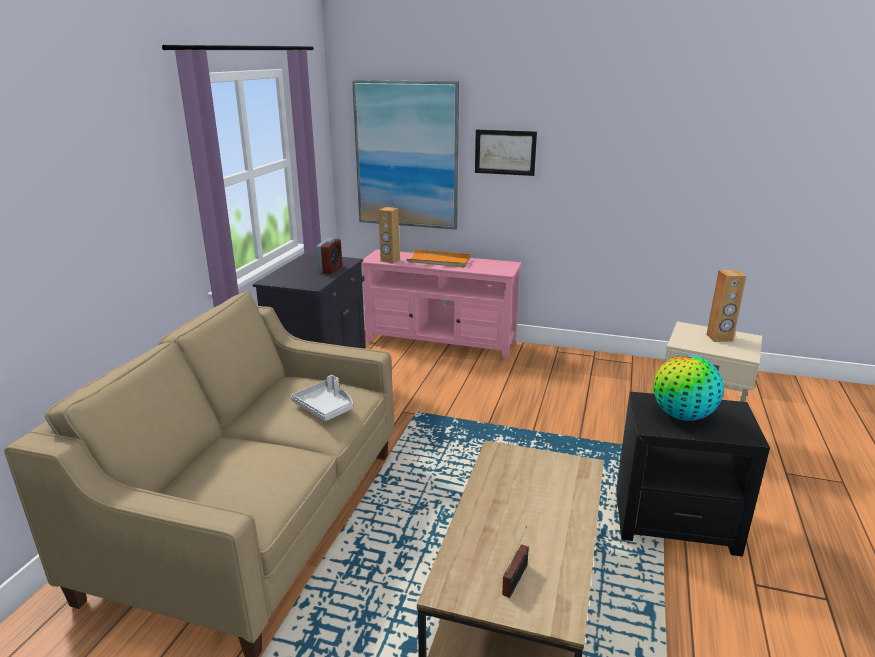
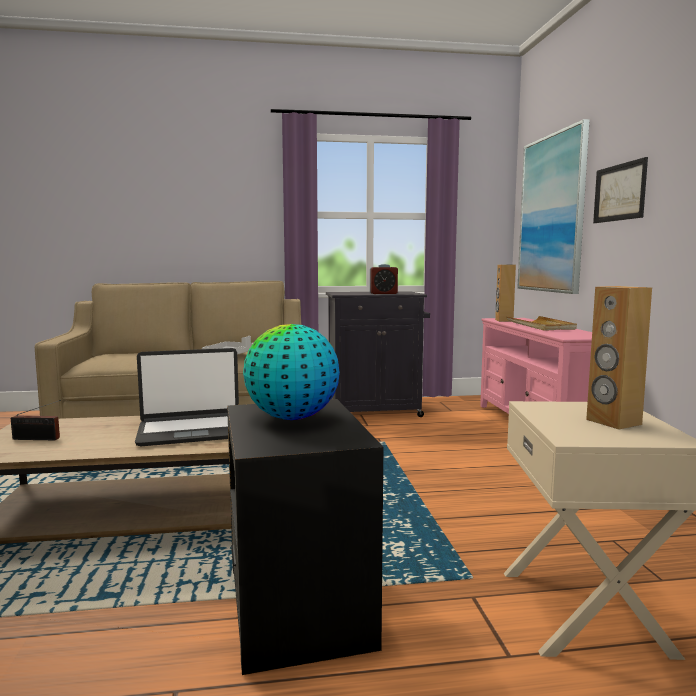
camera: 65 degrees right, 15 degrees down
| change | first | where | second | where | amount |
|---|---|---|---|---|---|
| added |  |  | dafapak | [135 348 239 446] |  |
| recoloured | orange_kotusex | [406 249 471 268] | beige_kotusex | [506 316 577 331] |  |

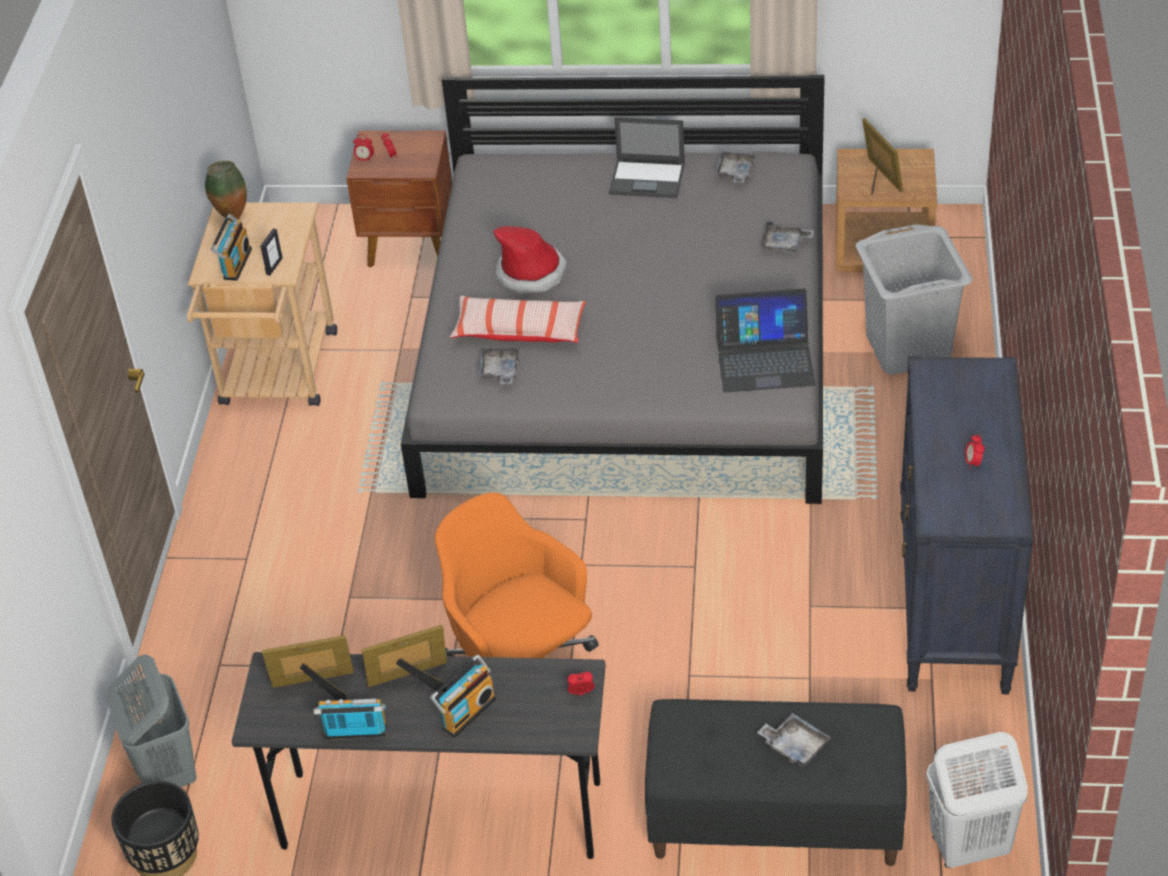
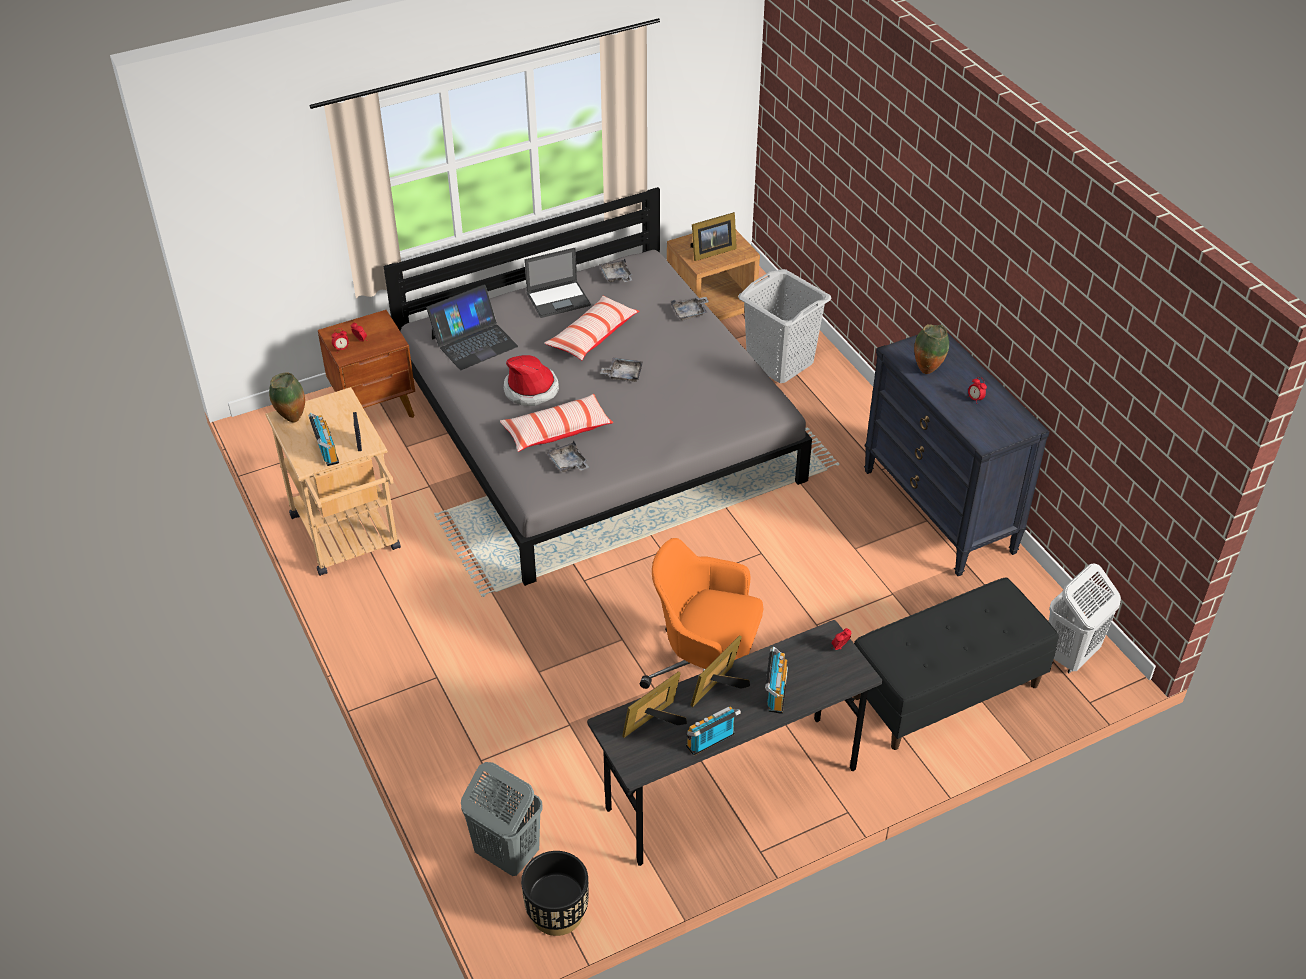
camera: 35 degrees left, 0 degrees up
| change | first | where | second | where | amount |
|---|---|---|---|---|---|
| added |  |  | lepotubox | [544 296 639 360] |  |
| added |  |  | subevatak | [914 324 949 374] |  |
| moved | dafapak | [715 288 816 393] |  | [426 285 518 370] |  |
| moved | grey_kotusex | [757 713 831 767] |  | [600 358 643 382] |  |
| turned | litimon | [862 118 903 194] |  | [690 212 737 261] | 120 degrees clockwise |

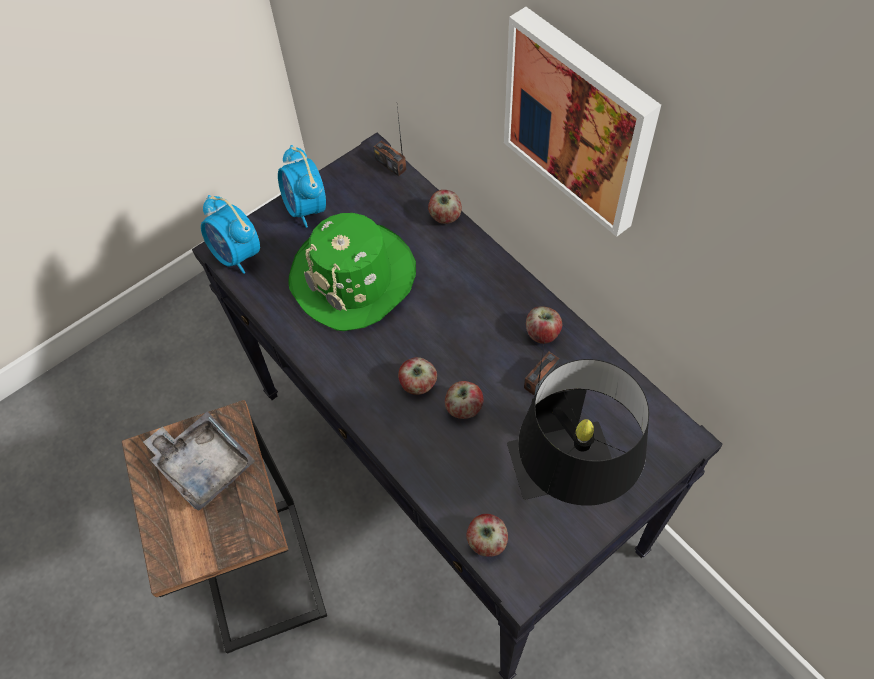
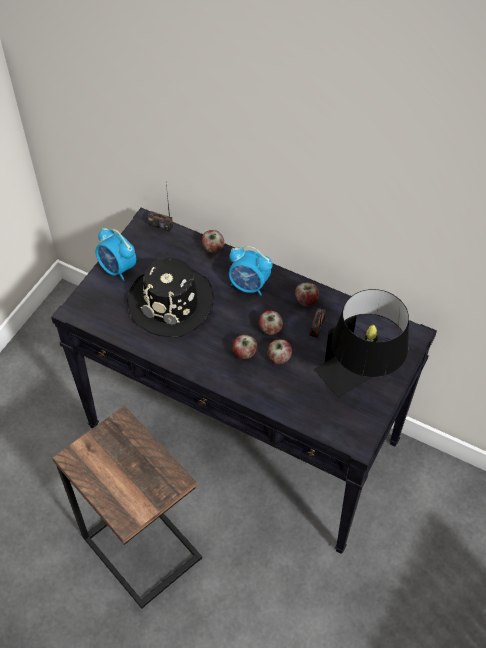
camera: 25 degrees left, 5 degrees down
| change | first | where | second | where | amount |
|---|---|---|---|---|---|
| removed | grey_kotusex | [143 412 255 511] |  |  |  |
| removed | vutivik | [504 7 661 237] |  |  |  |
| moved | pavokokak | [201 195 260 274] |  | [229 246 273 295] |  |
| moved | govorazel | [466 514 508 557] |  | [259 311 283 335] |  |
| recoloured | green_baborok | [289 213 416 331] | black_baborok | [127 258 214 337] |  |

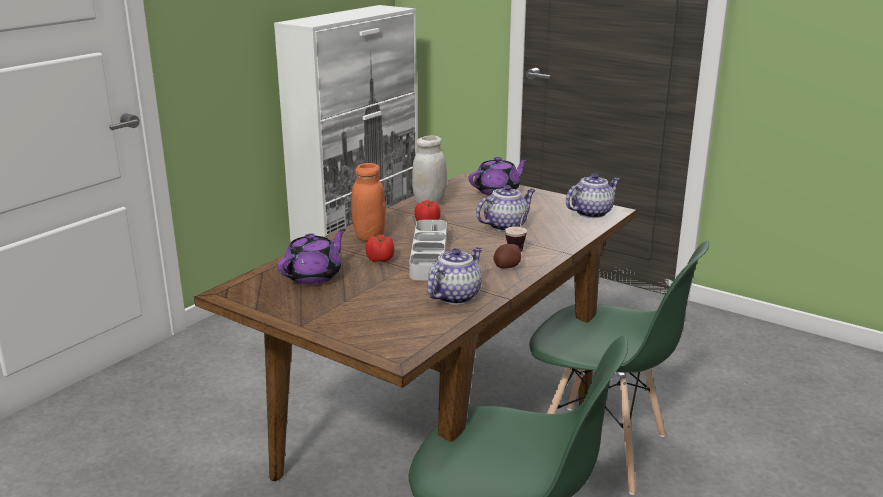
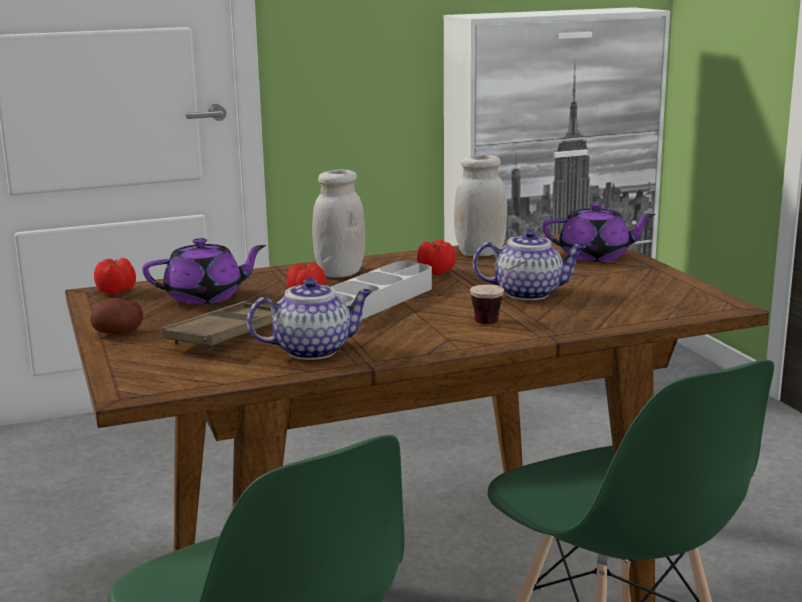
camera: 35 degrees right, 5 degrees down
| change | first | where | second | where | amount |
|---|---|---|---|---|---|
| removed | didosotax | [566 173 620 218] |  |  |  |
| added |  |  | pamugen | [94 258 136 294] |  |
| added |  |  | brown_kotusex | [162 301 272 350] |  |
| moved | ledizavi | [494 244 521 269] |  | [90 298 143 334] |  |
| recoloured | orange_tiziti | [351 163 386 241] | white_tiziti | [312 169 365 277] |  |

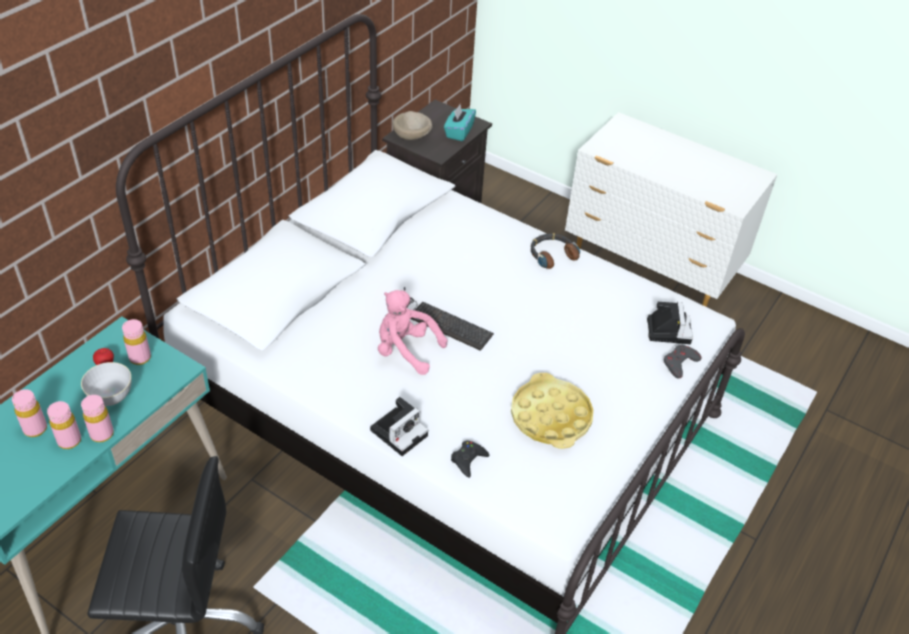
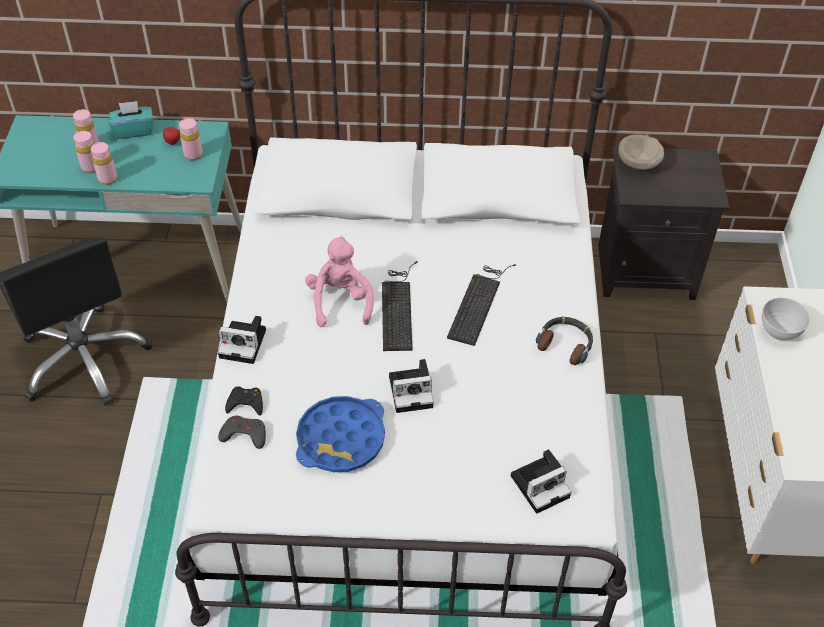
camera: 60 degrees right, 5 degrees up
| change | first | where | second | where | amount |
|---|---|---|---|---|---|
| added |  |  | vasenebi | [389 359 434 413] |  |
| added |  |  | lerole | [447 264 516 346] |  |
| moved | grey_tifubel | [81 362 131 406] |  | [762 297 810 340] |  |
| moved | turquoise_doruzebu | [444 105 476 141] |  | [109 101 153 139] |  |
| moved | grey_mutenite | [664 345 702 379] |  | [218 416 266 449] |  |
| recoloured | yellow_kotusex | [511 373 593 449] | blue_kotusex | [296 396 385 472] |  |

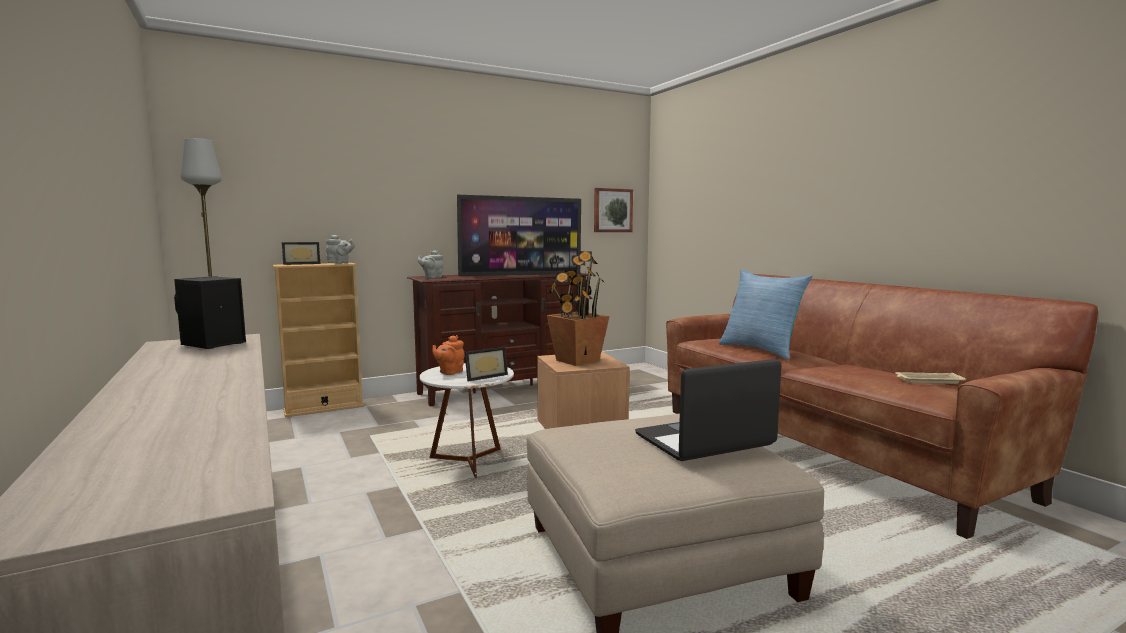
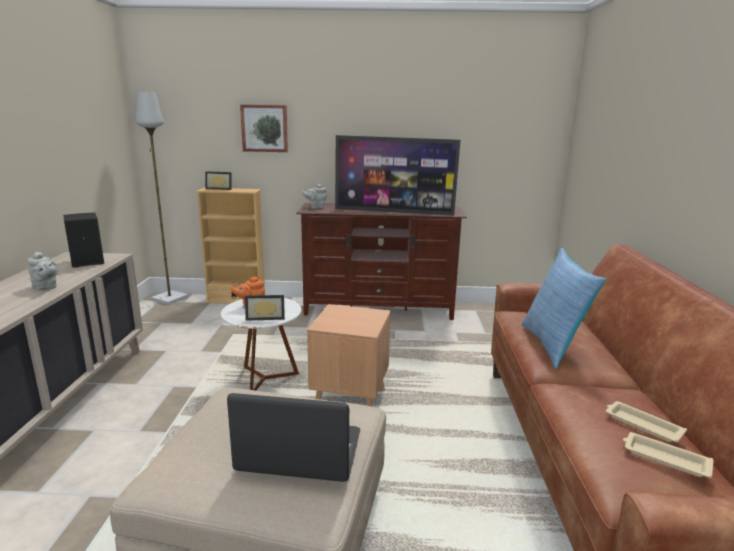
camera: 30 degrees right, 10 degrees up
| change | first | where | second | where | amount |
|---|---|---|---|---|---|
| removed | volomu | [546 251 610 366] |  |  |  |
| added |  |  | beige_kotusex | [606 401 687 442] |  |
| moved | grey_didosotax | [326 235 355 263] |  | [28 252 58 290] |  |
| moved | vutivik | [594 188 633 232] |  | [240 104 288 152] |  |

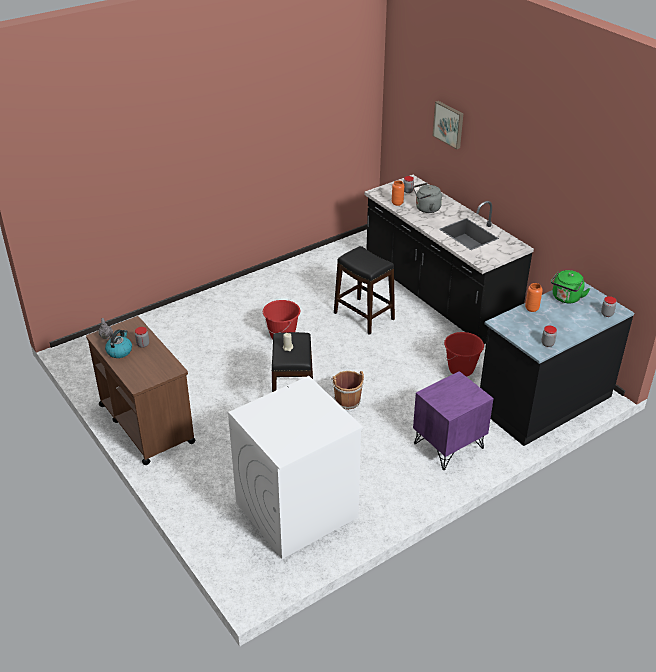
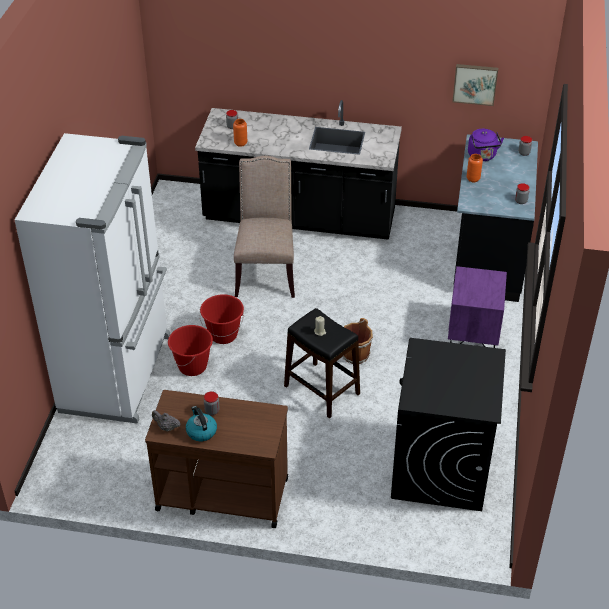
camera: 45 degrees left, 5 degrees up
| change | first | where | second | where | amount |
|---|---|---|---|---|---|
| removed | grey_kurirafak | [413 183 442 213] |  |  |  |
| added |  |  | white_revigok | [15 133 170 424] |  |
| moved | vutivik | [433 101 463 149] |  | [452 64 498 106] |  |
| moved | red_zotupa | [444 332 484 377] |  | [168 325 213 376] |  |
| replaced | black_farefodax | [334 246 395 335] | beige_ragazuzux | [234 156 295 298] |  |
| recoloured | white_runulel | [228 376 363 559] | black_runulel | [391 338 506 511] |  |
| recoloured | green_kurirafak | [551 270 590 303] | purple_kurirafak | [468 129 504 161] |  |

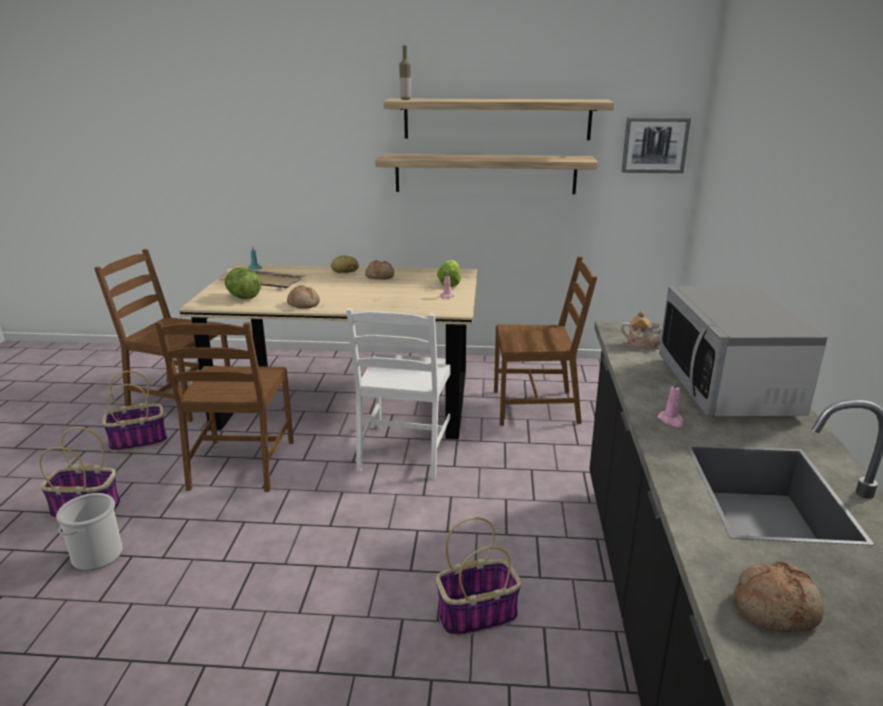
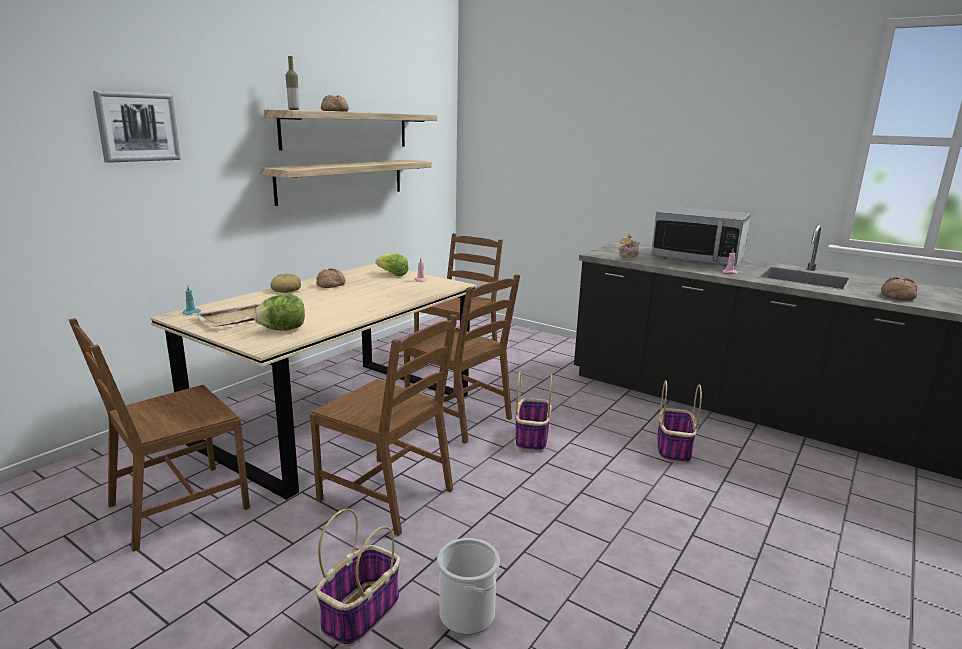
camera: 60 degrees left, 5 degrees down
| change | first | where | second | where | amount |
|---|---|---|---|---|---|
| moved | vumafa | [102 371 167 452] |  | [515 371 553 452] |  |
| moved | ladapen | [287 285 320 309] |  | [321 95 349 112] |  |
| moved | vutivik | [621 117 691 173] |  | [93 91 181 163] |  |
| recoloured | white_ragazuzux | [346 308 451 479] | brown_ragazuzux | [404 274 520 444] |  |

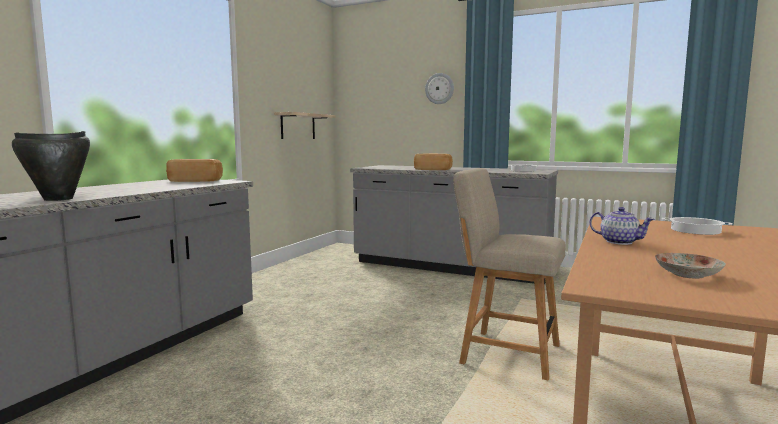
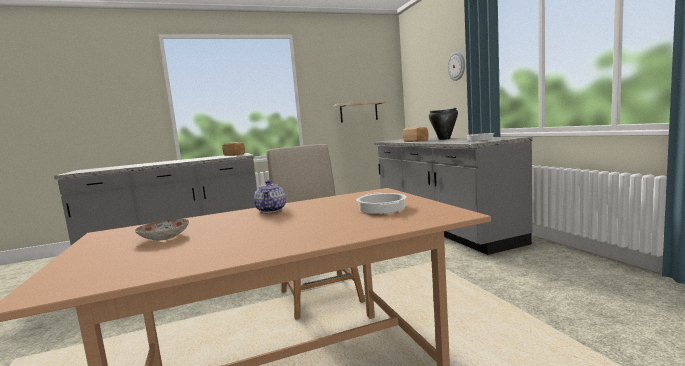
camera: 45 degrees right, 0 degrees up
| change | first | where | second | where | amount |
|---|---|---|---|---|---|
| moved | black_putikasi | [12 131 90 201] |  | [429 108 458 140] |  |

